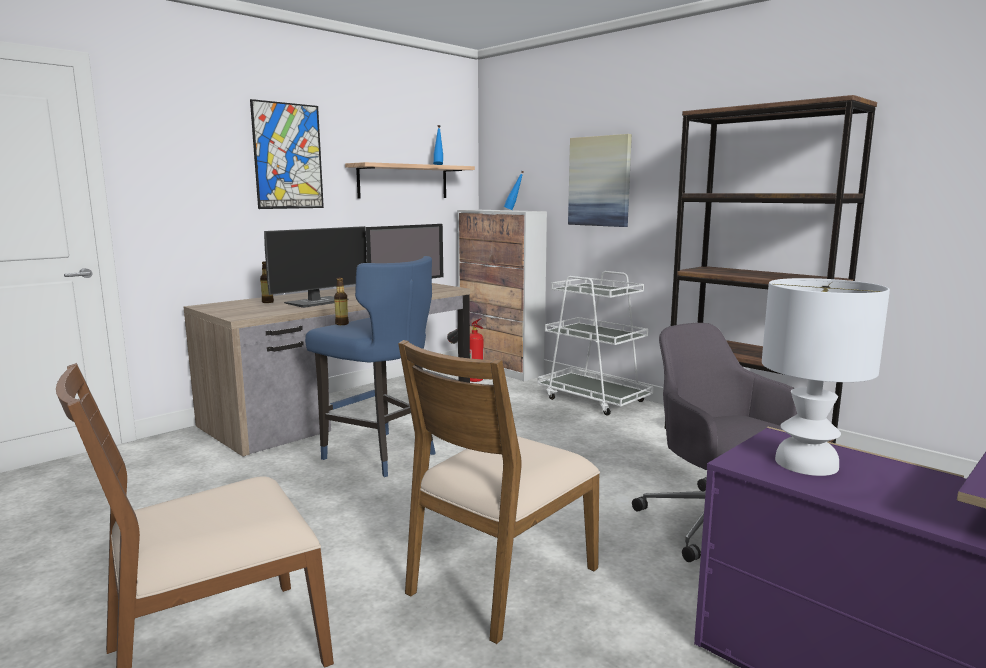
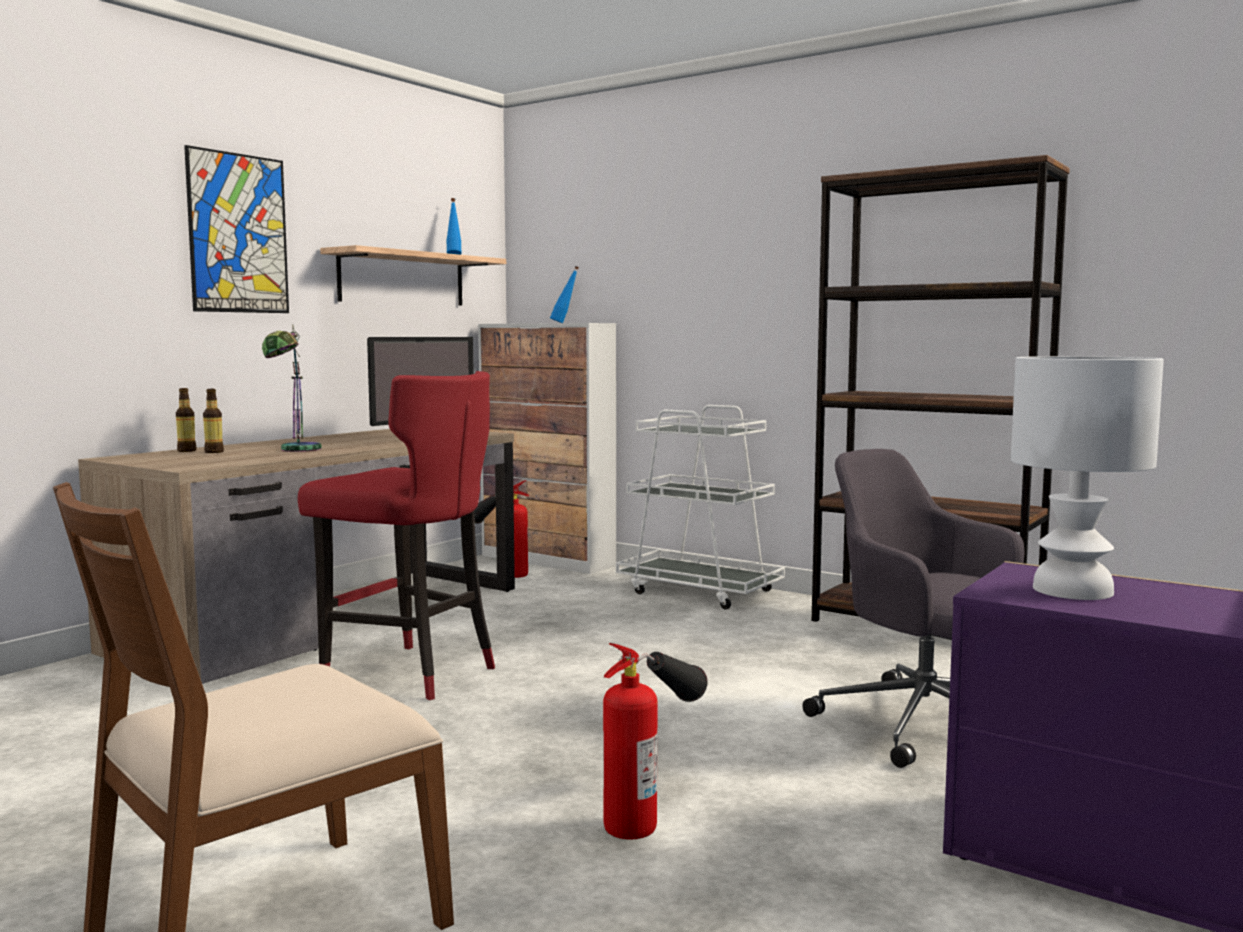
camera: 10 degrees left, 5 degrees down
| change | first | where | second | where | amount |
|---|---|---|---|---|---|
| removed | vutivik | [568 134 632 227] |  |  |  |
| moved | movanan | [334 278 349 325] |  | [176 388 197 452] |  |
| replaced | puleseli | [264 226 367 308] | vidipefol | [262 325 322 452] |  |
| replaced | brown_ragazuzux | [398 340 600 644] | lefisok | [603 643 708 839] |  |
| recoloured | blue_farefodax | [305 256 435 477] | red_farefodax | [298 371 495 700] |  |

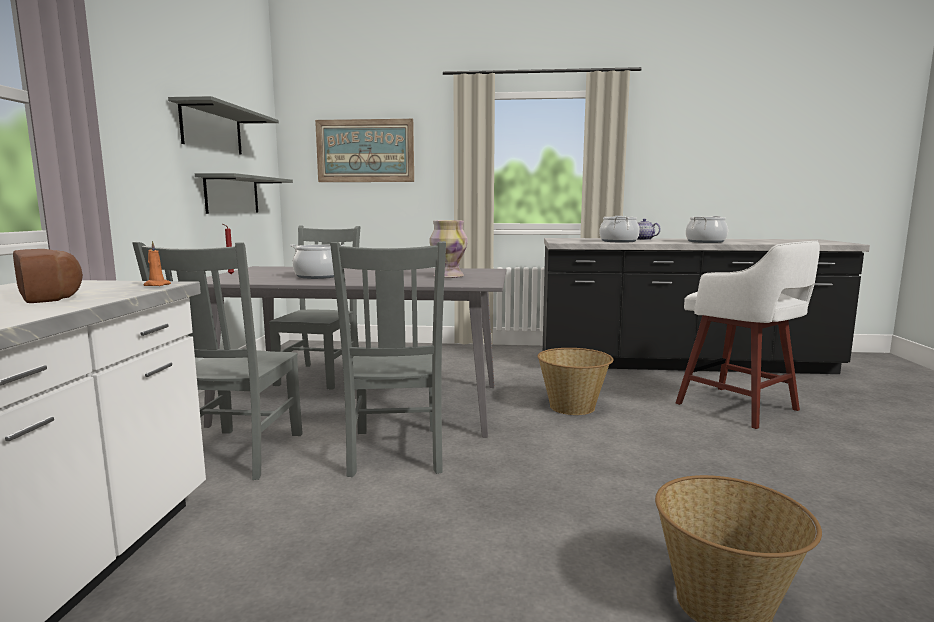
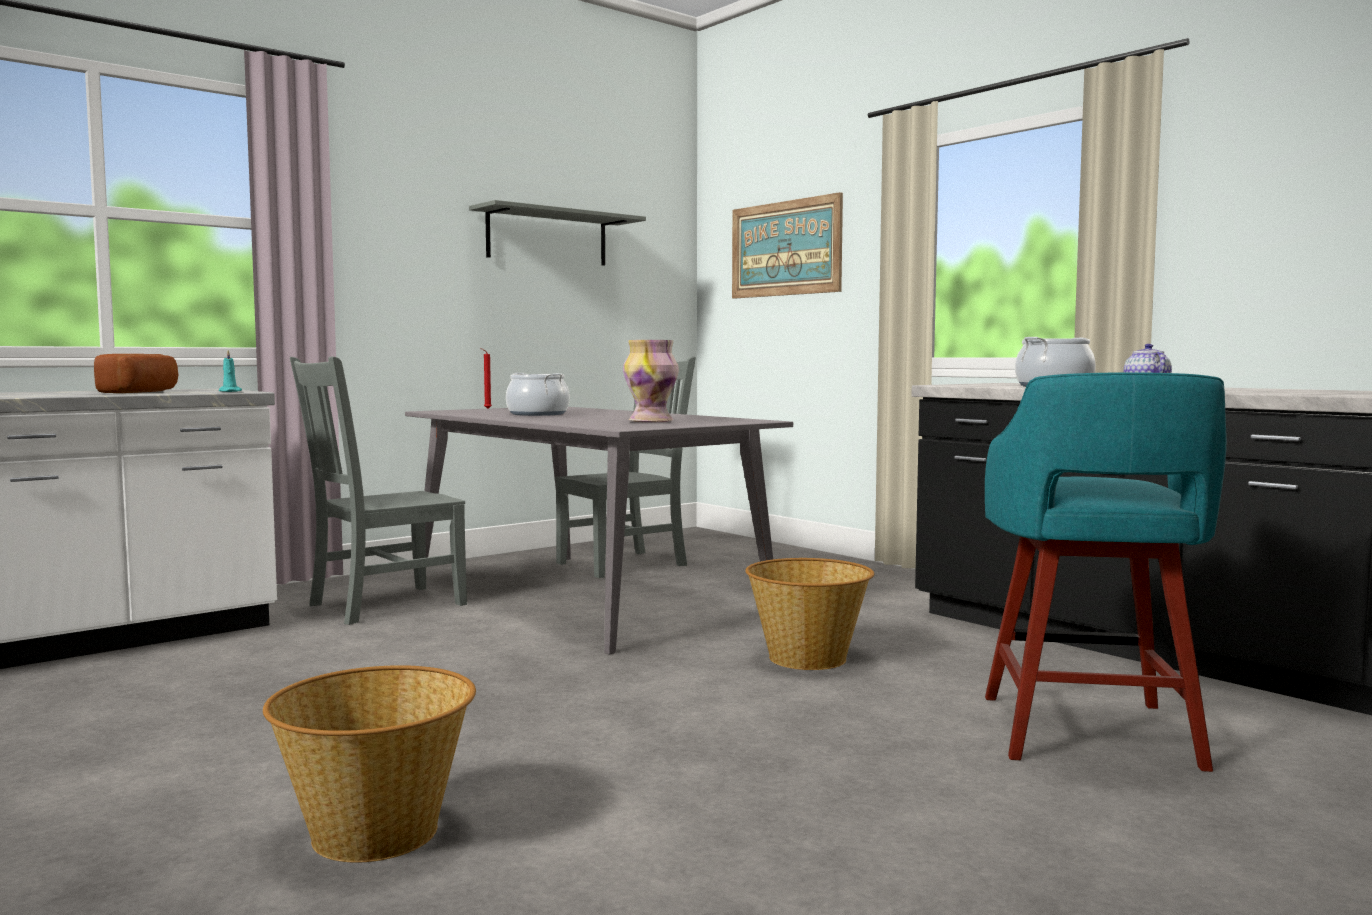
camera: 45 degrees right, 5 degrees down
| change | first | where | second | where | amount |
|---|---|---|---|---|---|
| removed | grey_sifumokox | [195 173 293 214] |  |  |  |
| removed | grey_ragazuzux | [330 241 446 477] |  |  |  |
| removed | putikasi | [686 216 728 243] |  |  |  |
| recoloured | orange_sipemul | [143 241 171 286] | turquoise_sipemul | [219 350 242 392] |  |
| recoloured | white_farefodax | [676 241 820 429] | turquoise_farefodax | [985 372 1227 772] |  |

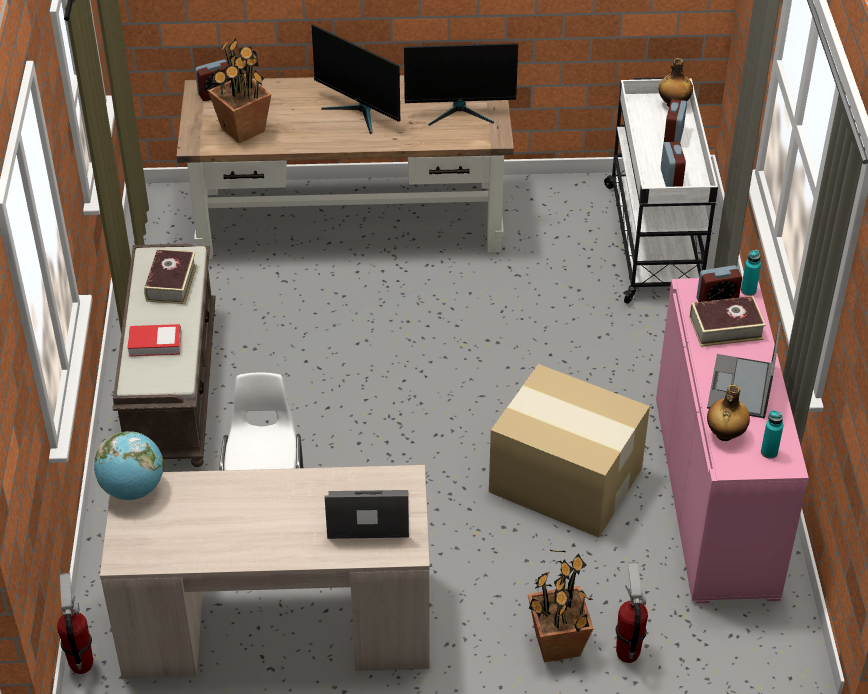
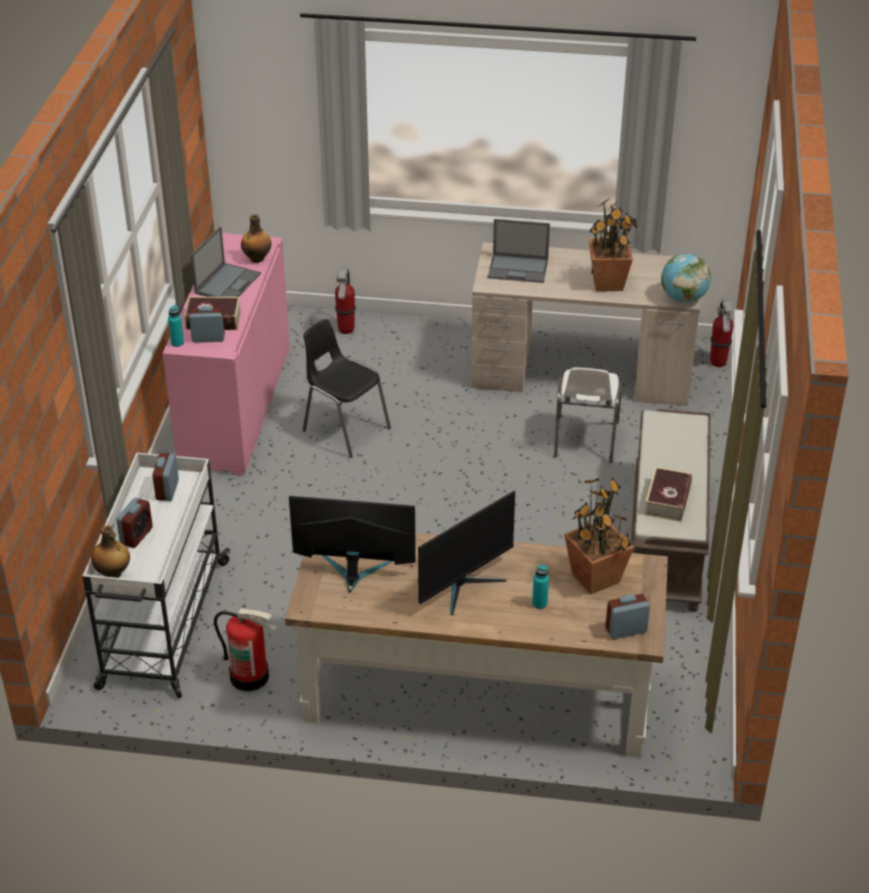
camera: 170 degrees left, 5 degrees down
| change | first | where | second | where | amount |
|---|---|---|---|---|---|
| removed | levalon | [128 324 181 356] |  |  |  |
| added |  |  | lefisok | [214 608 277 691] |  |
| moved | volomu | [528 550 594 662] |  | [589 199 637 291] |  |
| moved | turquoise_movanan | [761 410 783 459] |  | [532 564 549 609] |  |
| replaced | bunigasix | [489 364 650 538] | black_ragazuzux | [303 319 391 458] |  |
| turned | puleseli | [311 24 400 134] |  | [418 491 515 615] | 90 degrees clockwise |

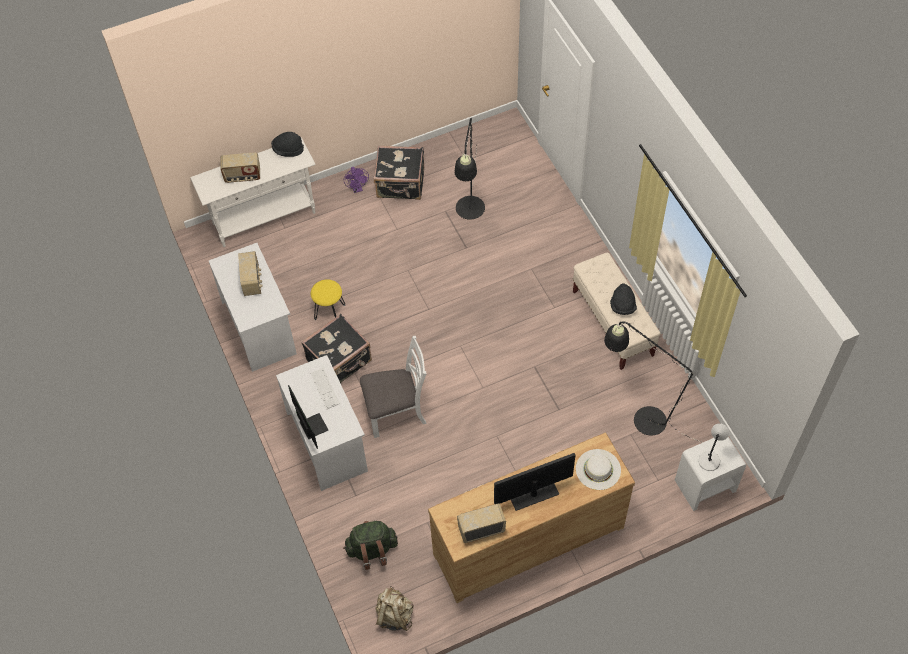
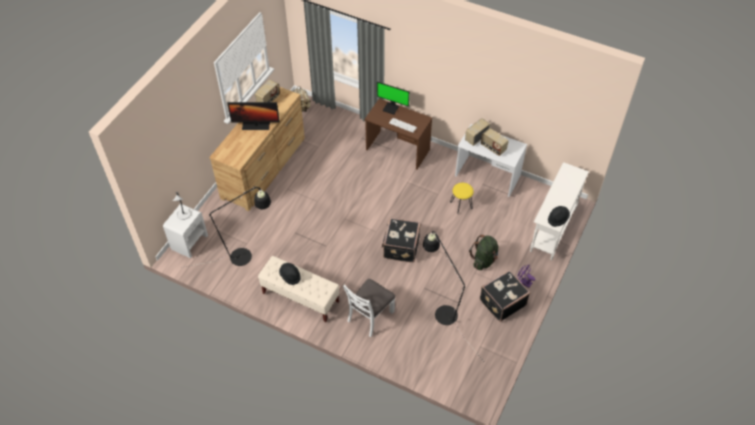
camera: 140 degrees right, 5 degrees down
| change | first | where | second | where | amount |
|---|---|---|---|---|---|
| removed | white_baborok | [576 449 621 490] |  |  |  |
| moved | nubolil | [221 152 260 183] |  | [465 118 491 146] |  |
| moved | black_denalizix | [302 314 372 383] |  | [382 218 421 263] |  |
| moved | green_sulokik | [343 521 398 570] |  | [469 235 499 270] |  |
| moved | white_ragazuzux | [360 336 427 438] |  | [343 279 395 337] |  |
| recoloured | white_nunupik | [276 355 368 491] | brown_nunupik | [364 98 432 170] |  |
| turned | puleseli | [494 453 576 511] |  | [227 102 280 130] | 60 degrees clockwise |

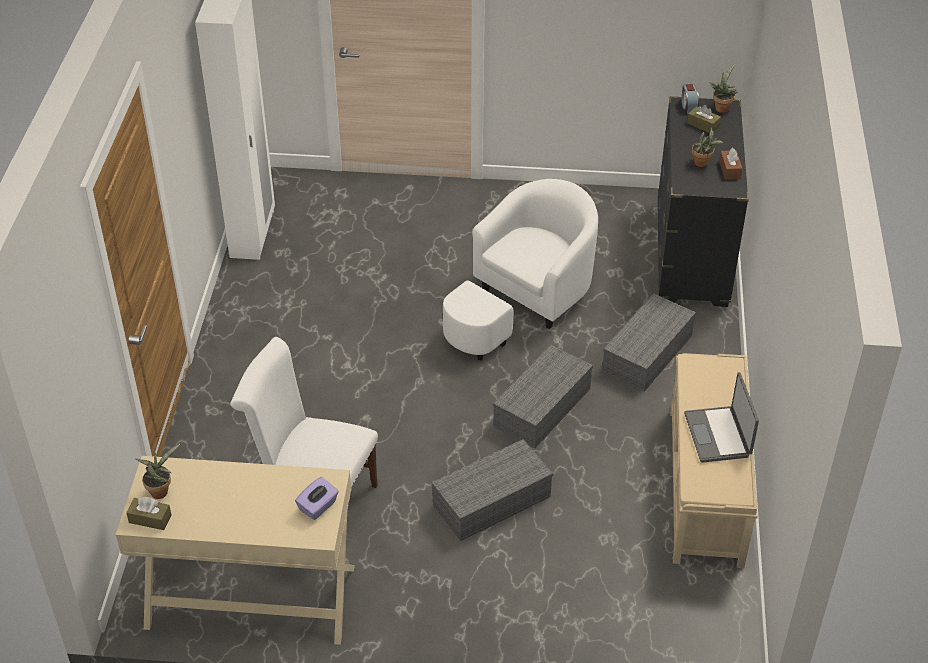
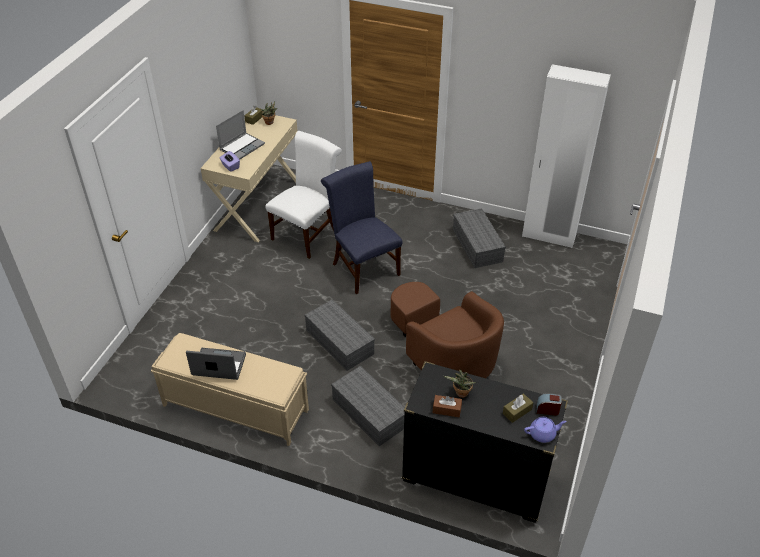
camera: 105 degrees right, 0 degrees up
| change | first | where | second | where | amount |
|---|---|---|---|---|---|
| added |  |  | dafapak | [216 110 265 160] |  |
| added |  |  | blue_ragazuzux | [321 161 403 294] |  |
| moved | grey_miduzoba | [431 439 553 541] |  | [453 208 506 268] |  |
| replaced | volomu | [710 64 738 113] | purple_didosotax | [524 417 567 443] |  |
| recoloured | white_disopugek | [443 179 598 361] | brown_disopugek | [391 282 504 378] |  |

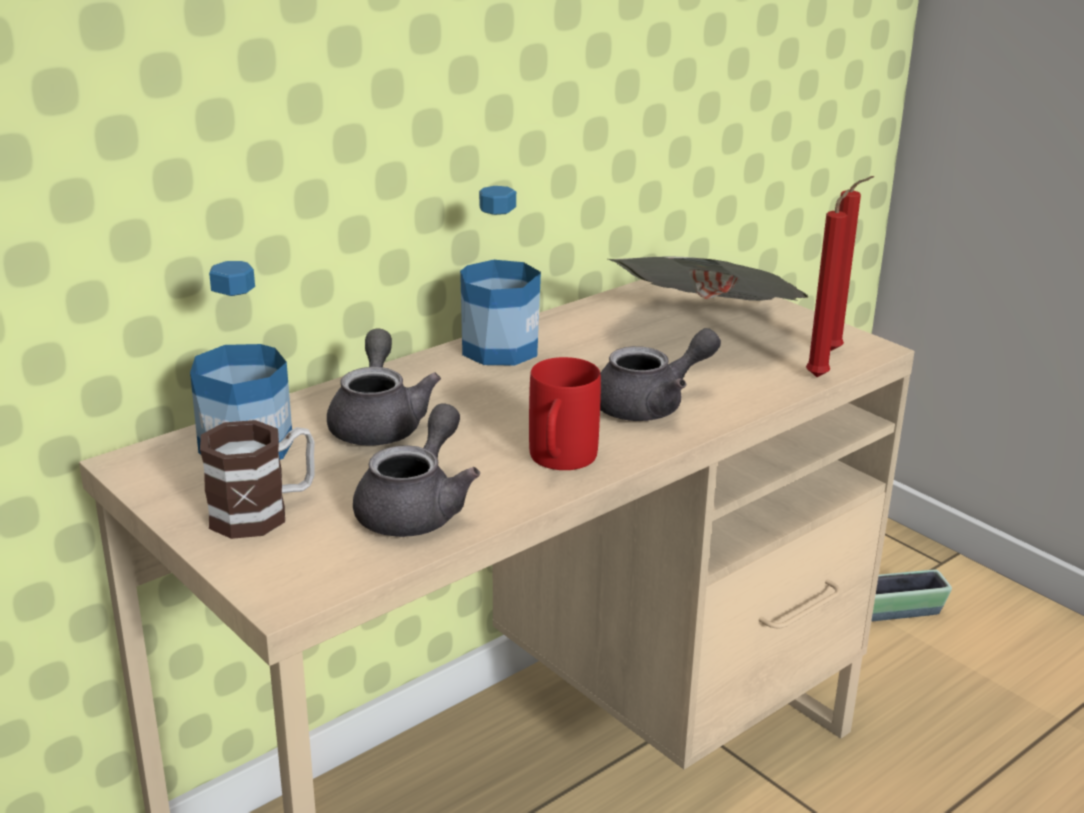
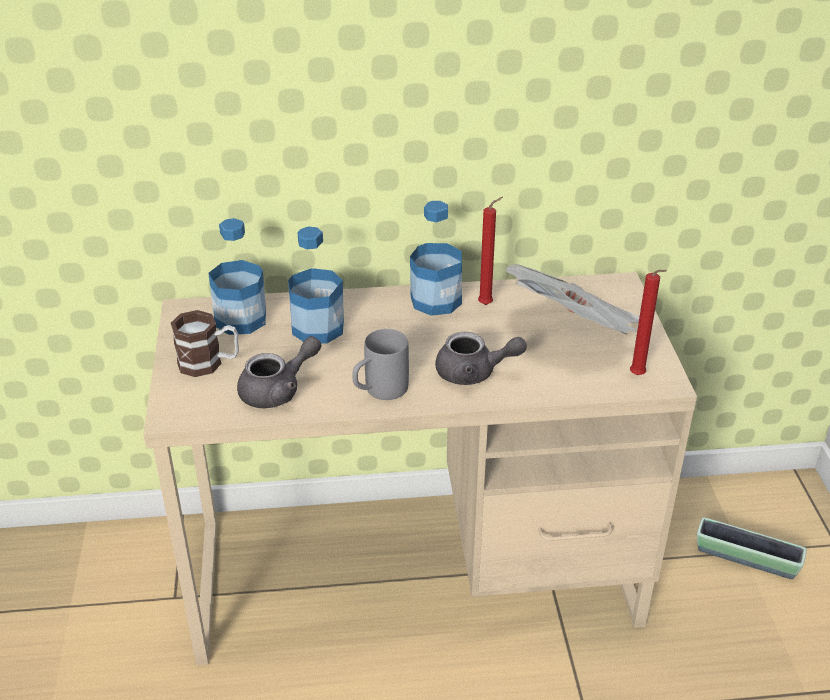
camera: 35 degrees right, 10 degrees up
| change | first | where | second | where | amount |
|---|---|---|---|---|---|
| moved | red_sipemul | [806 189 849 377] |  | [478 197 503 305] |  |
| replaced | grey_didosotax | [327 328 441 445] | movanan | [288 227 344 343] |  |
| recoloured | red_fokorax | [529 357 601 470] | grey_fokorax | [352 329 409 400] |  |

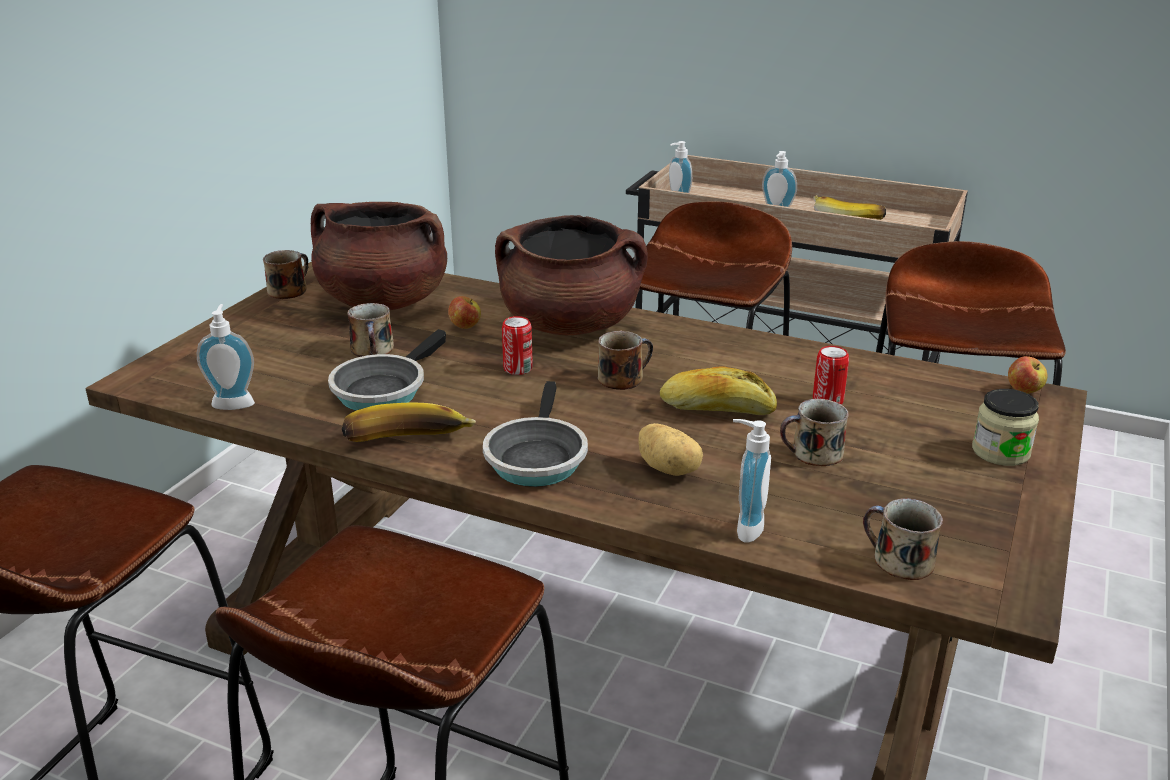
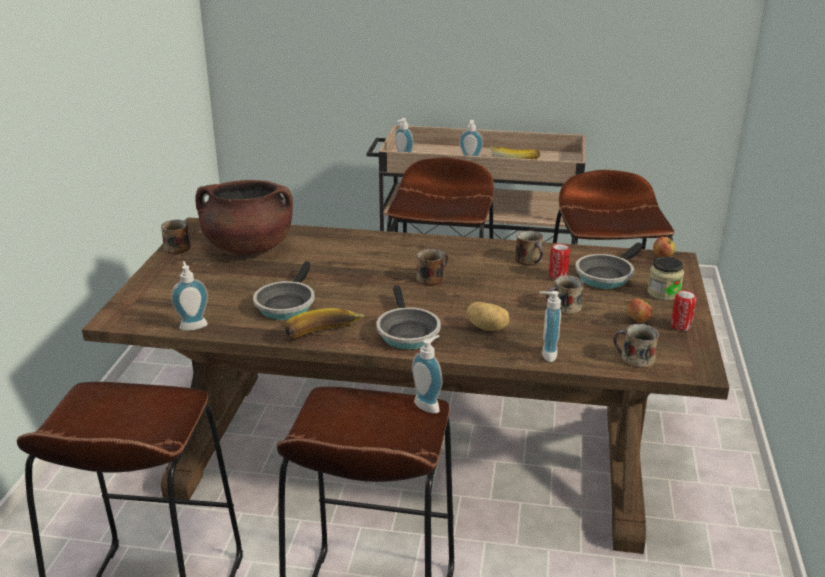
camera: 15 degrees left, 0 degrees up
| change | first | where | second | where | amount |
|---|---|---|---|---|---|
| removed | brown_putikasi | [495 215 648 335] |  |  |  |
| removed | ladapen | [660 367 777 415] |  |  |  |
| added |  |  | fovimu | [412 335 443 414] |  |
| added |  |  | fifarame | [575 242 643 289] |  |
| moved | fokorax | [347 303 394 357] |  | [515 231 543 266] |  |
| moved | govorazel | [448 296 481 329] |  | [627 298 652 323] |  |
| moved | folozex | [502 316 533 375] |  | [671 290 697 331] |  |

